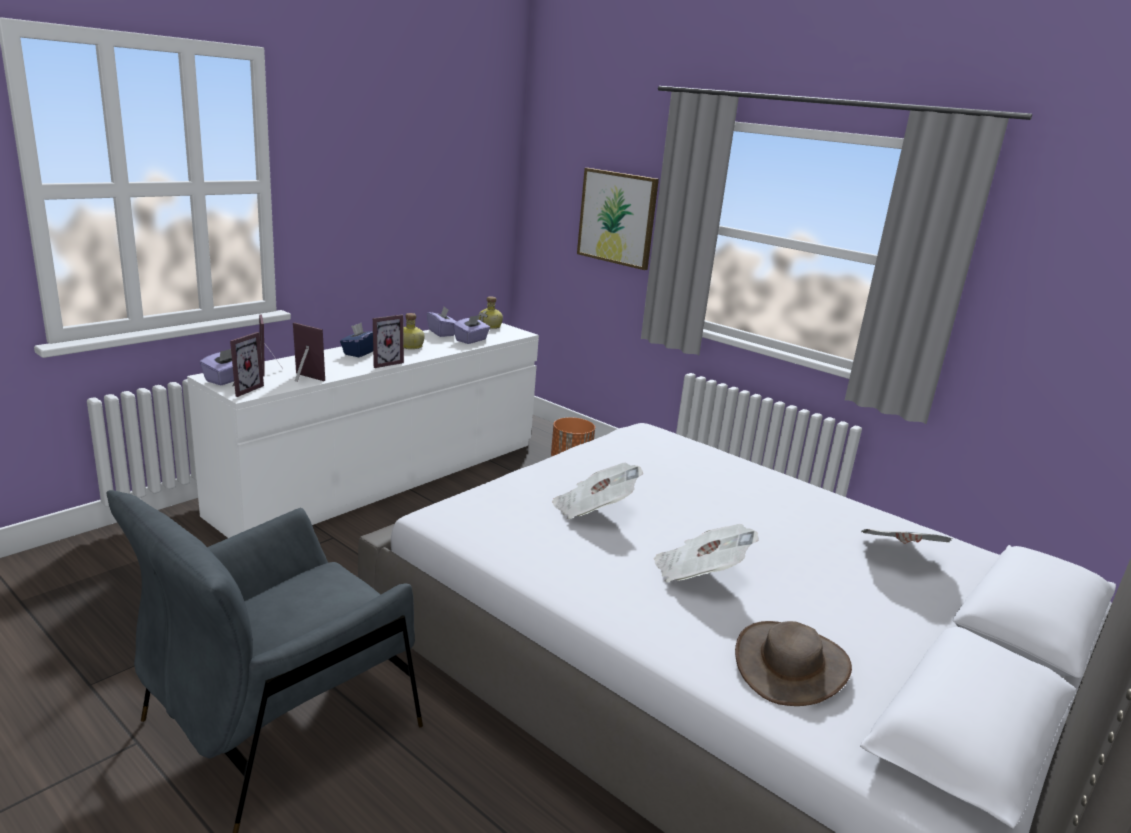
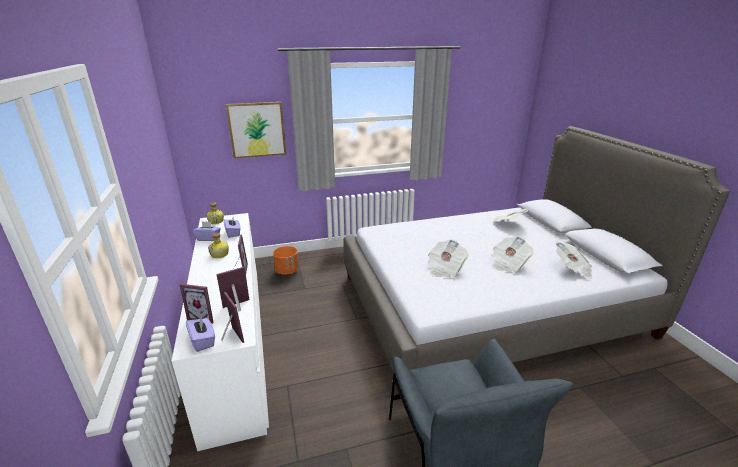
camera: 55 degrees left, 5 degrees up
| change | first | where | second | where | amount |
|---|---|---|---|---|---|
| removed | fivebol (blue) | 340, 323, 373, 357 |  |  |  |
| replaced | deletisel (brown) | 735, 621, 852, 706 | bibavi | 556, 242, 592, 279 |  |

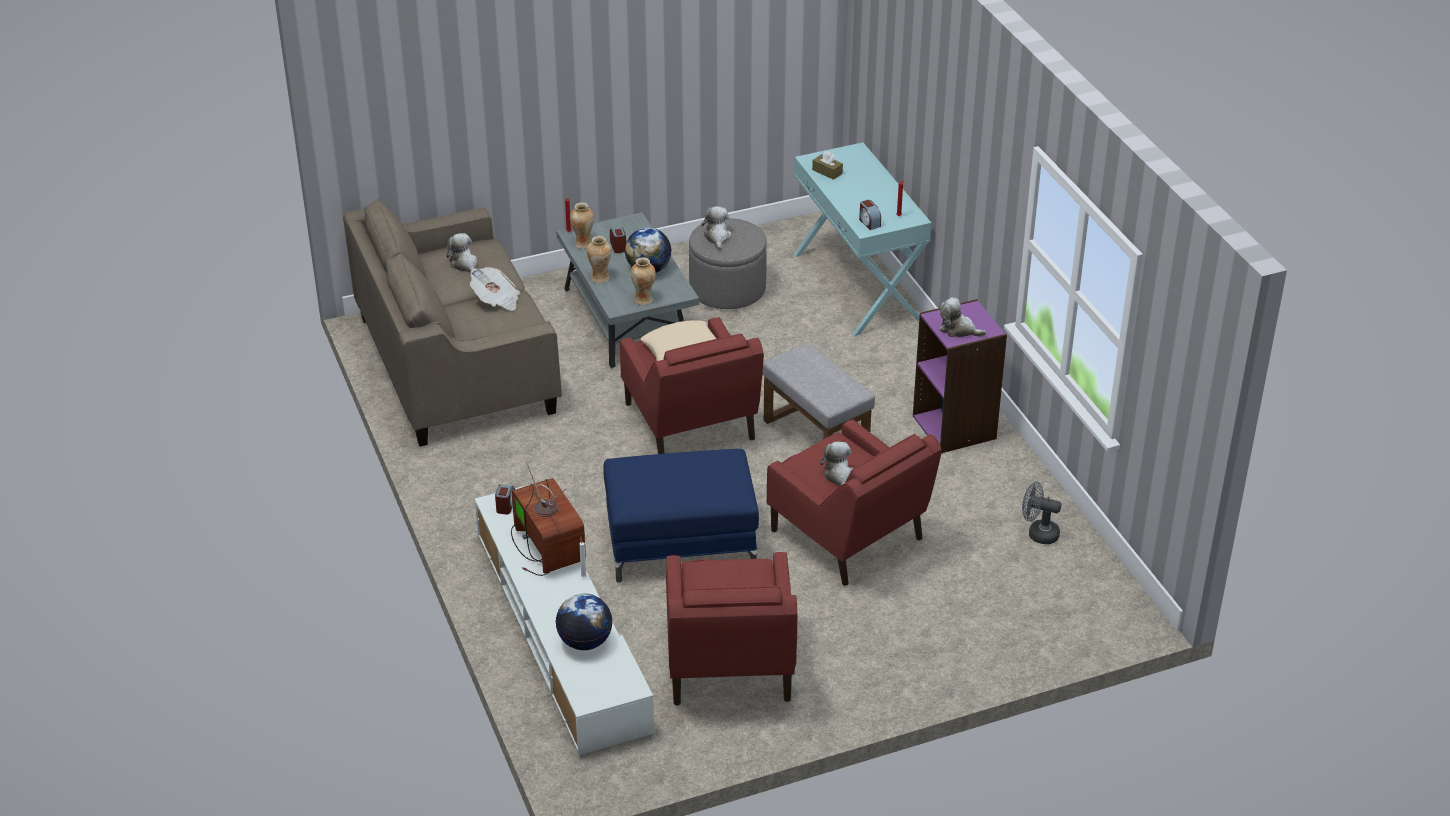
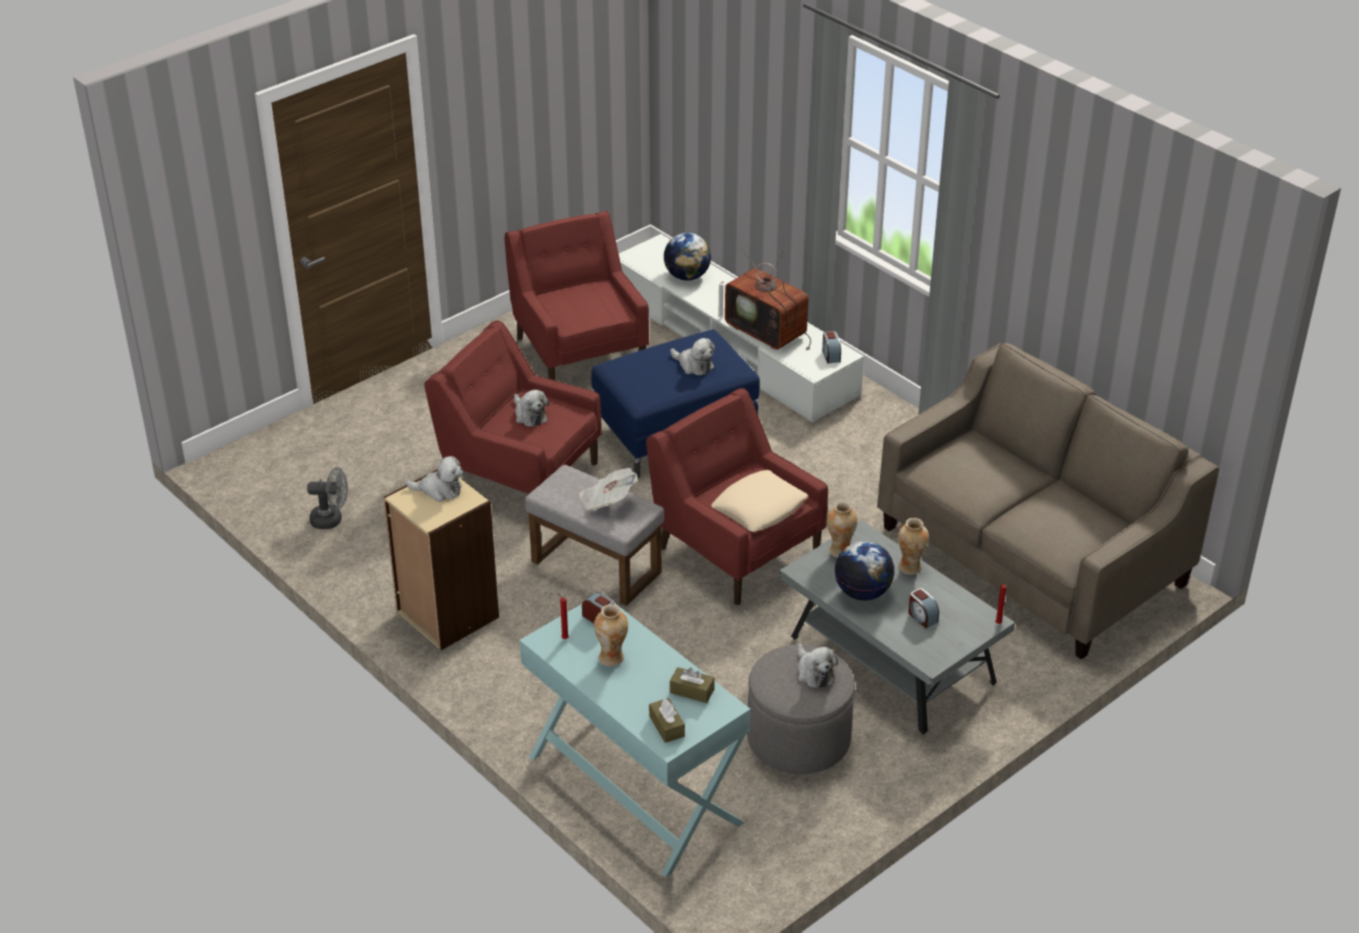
camera: 160 degrees right, 0 degrees up
| change | first | where | second | where | amount |
|---|---|---|---|---|---|
| moved | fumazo | 570, 202, 594, 249 |  | 594, 604, 628, 666 |  |
| moved | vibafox | 447, 233, 477, 273 |  | 670, 338, 715, 375 |  |
| moved | bibavi | 470, 267, 520, 311 |  | 579, 468, 637, 512 |  |
| recoloured | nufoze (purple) | 913, 299, 1007, 453 | nufoze (beige) | 383, 469, 499, 651 |  |
| added |  |  | fivebol (brown) | 649, 698, 685, 743 |  |

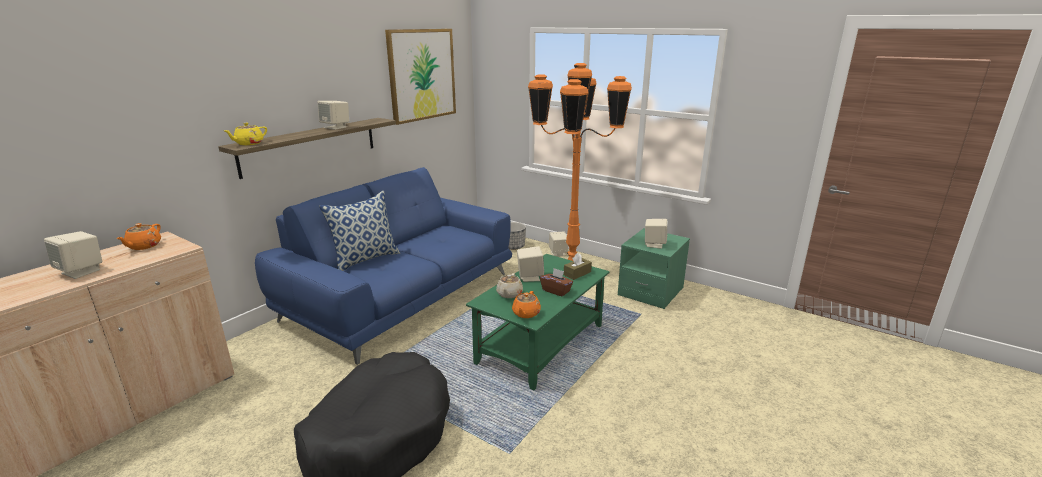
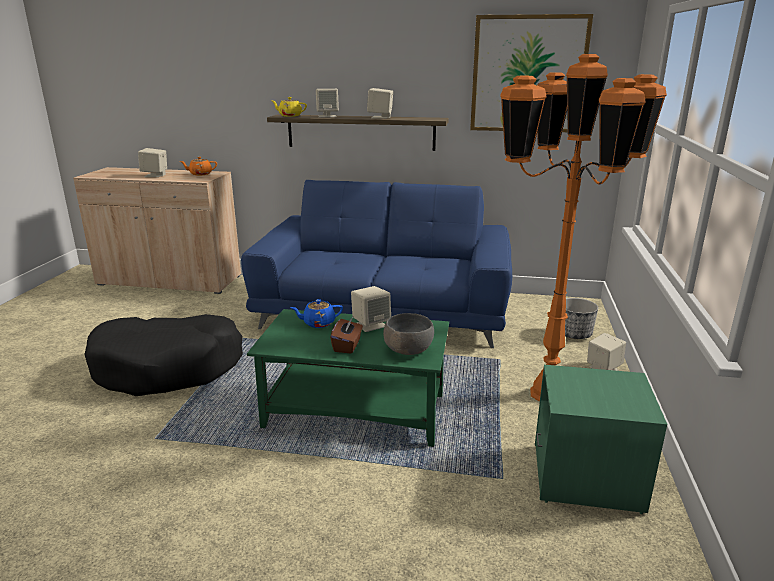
camera: 65 degrees right, 0 degrees up
| change | first | where | second | where | amount |
|---|---|---|---|---|---|
| removed | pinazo | 319, 191, 400, 271 |  |  |  |
| moved | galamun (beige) | 645, 219, 668, 249 |  | 316, 89, 339, 118 |  |
| replaced | fivebol (brown) | 564, 253, 592, 280 | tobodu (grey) | 383, 313, 434, 355 |  |
| recoloured | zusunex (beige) | 496, 273, 523, 298 | zusunex (blue) | 291, 299, 343, 328 |  |
| removed | zusunex (orange) | 512, 291, 541, 318 |  |  |  |

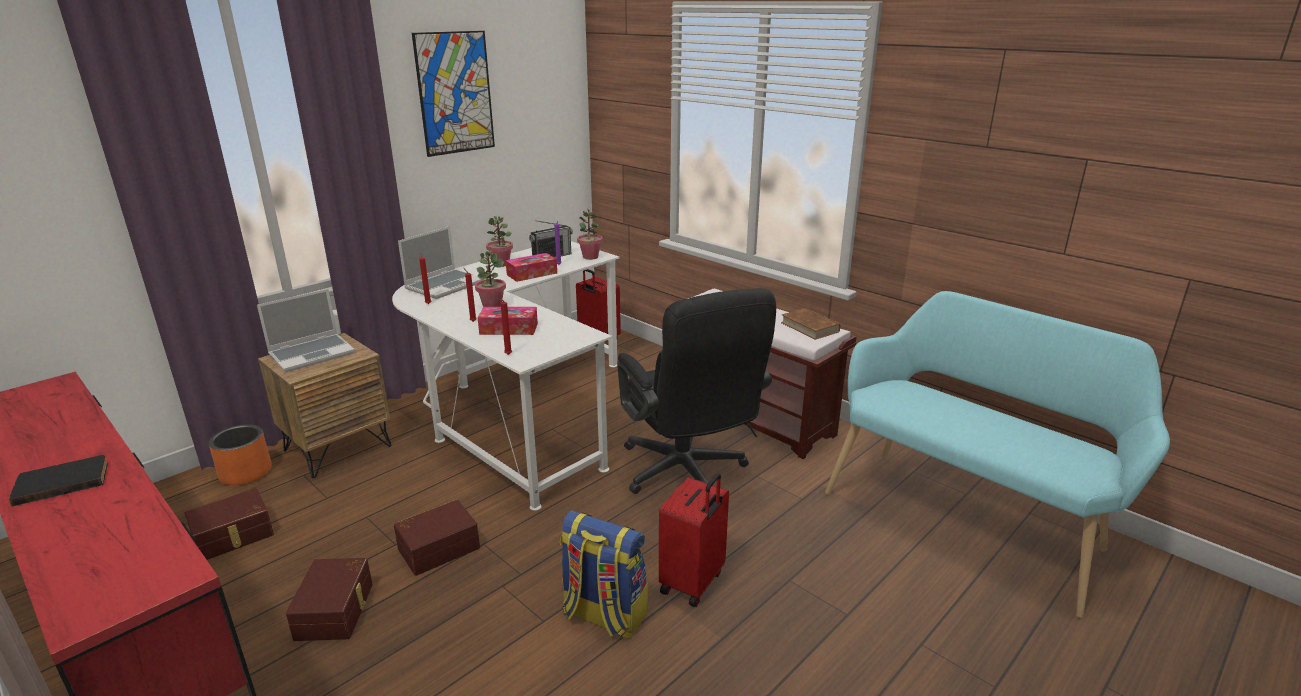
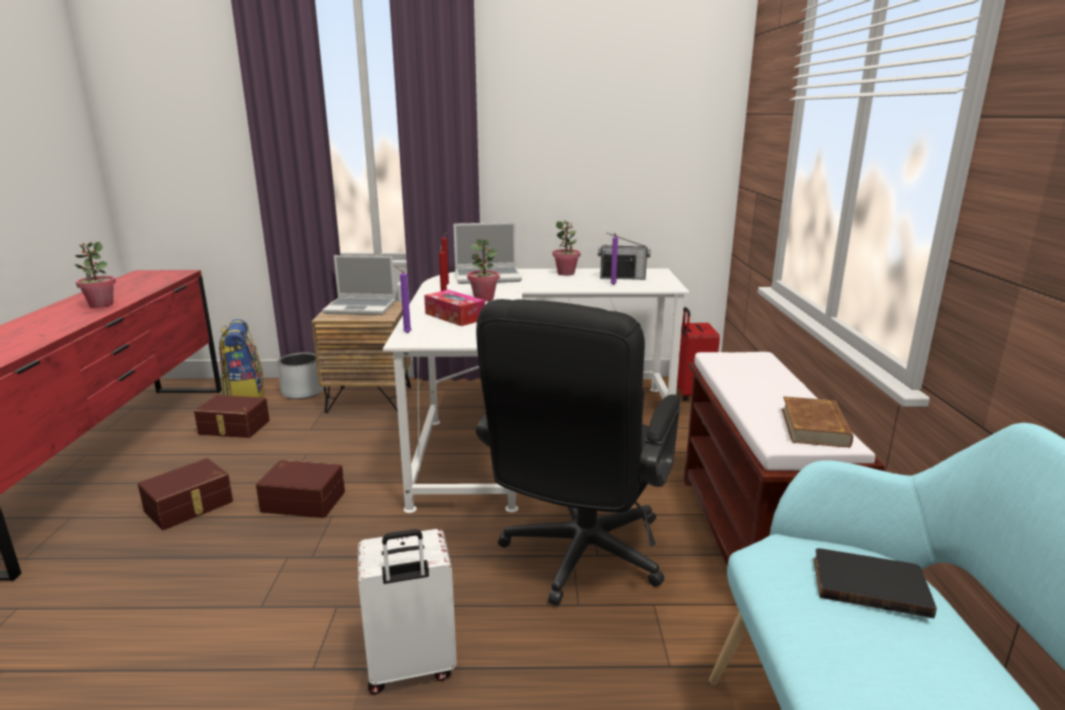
camera: 45 degrees right, 5 degrees down
| change | first | where | second | where | amount |
|---|---|---|---|---|---|
| removed | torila | 412, 31, 495, 157 |  |  |  |
| moved | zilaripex | 577, 208, 603, 260 |  | 74, 242, 116, 308 |  |
| removed | fivebol | 505, 253, 557, 282 |  |  |  |
| recoloured | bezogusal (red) | 497, 298, 512, 355 | bezogusal (purple) | 396, 267, 412, 333 |  |
| recoloured | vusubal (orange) | 208, 424, 272, 485 | vusubal (grey) | 277, 352, 324, 399 |  |
| moved | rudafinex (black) | 9, 455, 108, 506 |  | 814, 548, 937, 618 |  |
| recoloured | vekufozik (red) | 659, 473, 729, 607 | vekufozik (white) | 358, 529, 457, 695 |  |
| moved | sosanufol | 560, 511, 648, 639 |  | 219, 319, 264, 398 |  |

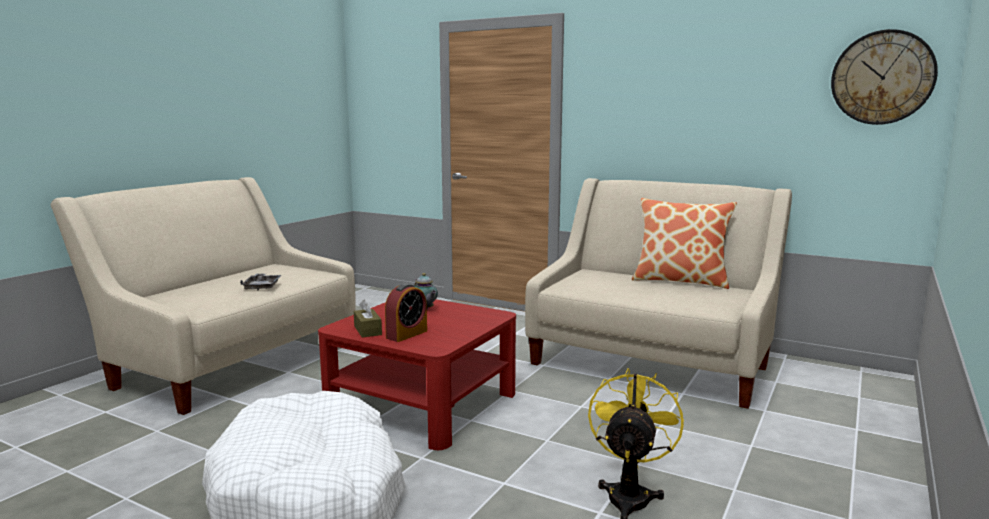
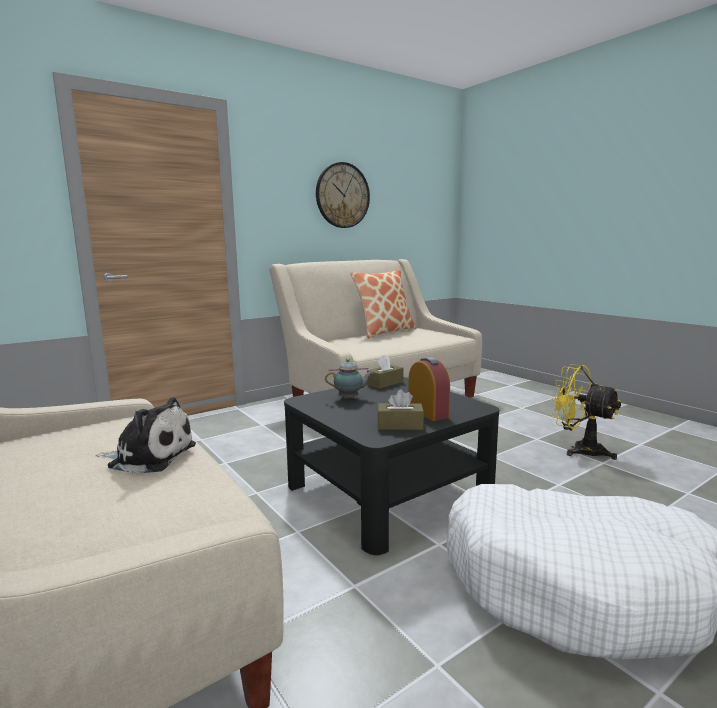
camera: 65 degrees left, 0 degrees up
| change | first | where | second | where | amount |
|---|---|---|---|---|---|
| moved | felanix | 831, 29, 938, 125 |  | 316, 162, 370, 228 |  |
| replaced | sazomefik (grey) | 240, 273, 281, 290 | vibafox | 95, 397, 196, 474 |  |
| recoloured | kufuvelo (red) | 318, 299, 516, 450 | kufuvelo (black) | 284, 377, 499, 555 |  |
| added |  |  | fivebol (brown) | 367, 355, 404, 389 |  |

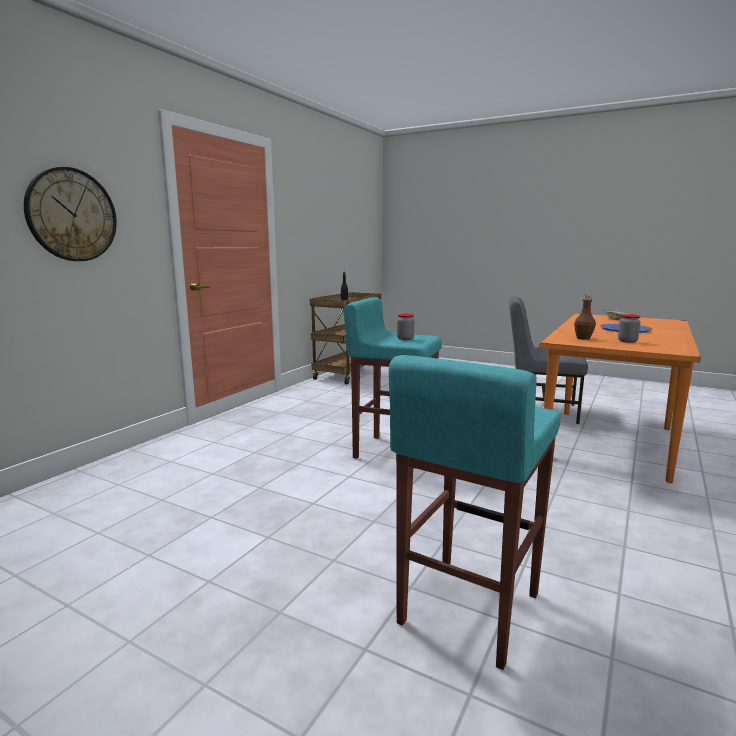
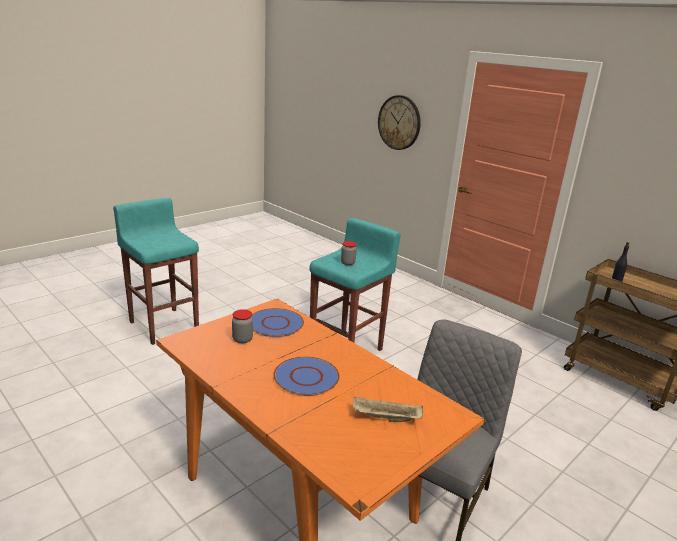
camera: 105 degrees right, 10 degrees up
| change | first | where | second | where | amount |
|---|---|---|---|---|---|
| replaced | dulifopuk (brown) | 574, 295, 596, 340 | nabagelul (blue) | 252, 308, 304, 337 |  |

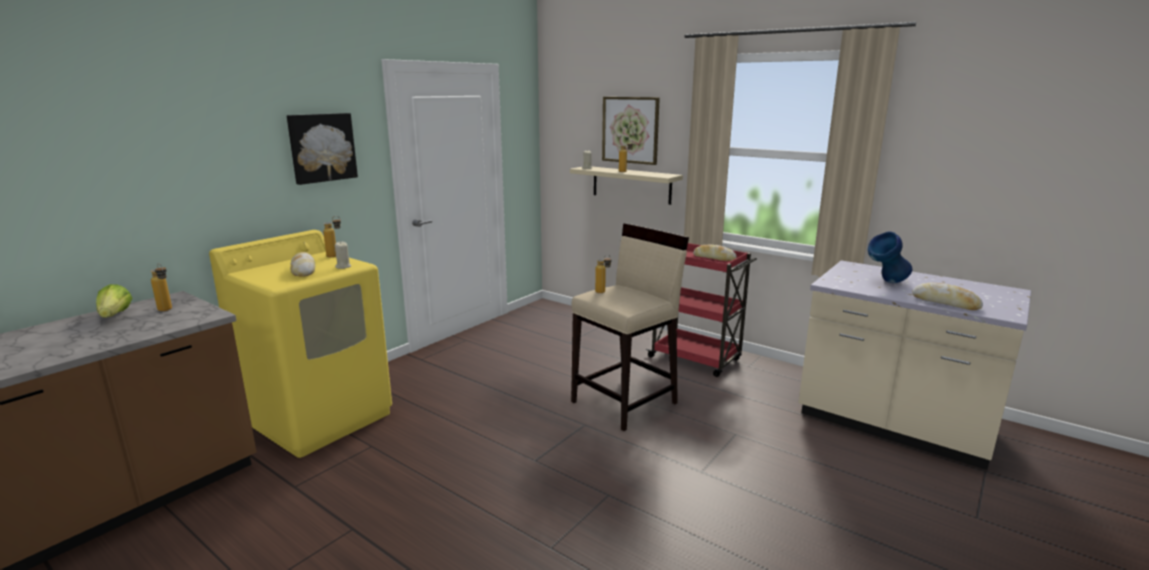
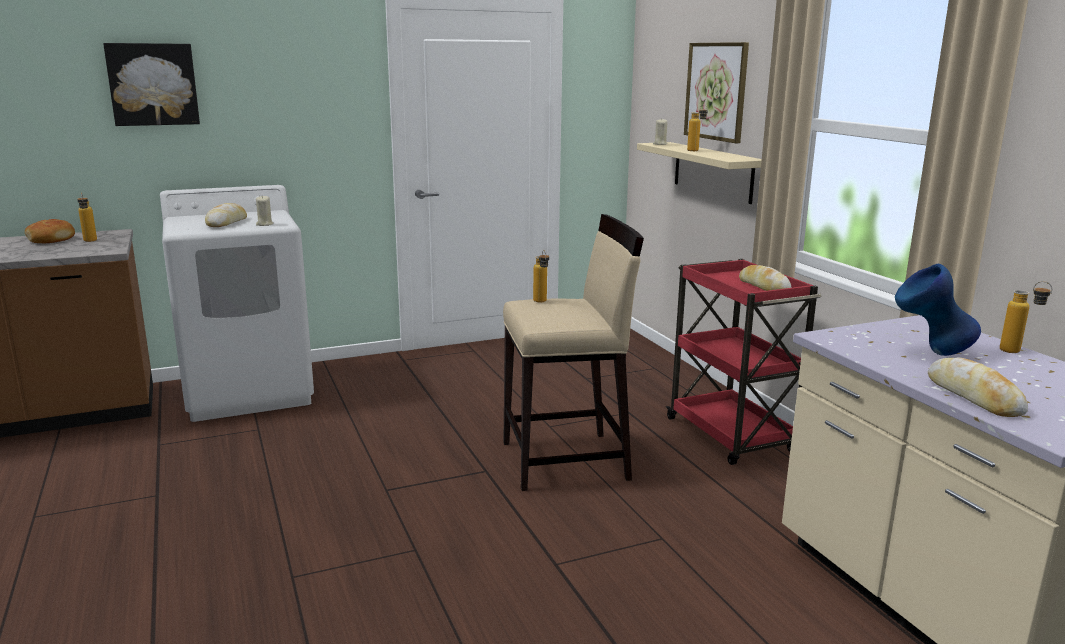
camera: 30 degrees right, 0 degrees up
| change | first | where | second | where | amount |
|---|---|---|---|---|---|
| moved | torila | 287, 113, 358, 185 |  | 103, 43, 200, 126 |  |
| moved | dulifopuk | 323, 216, 341, 257 |  | 1000, 281, 1052, 353 |  |
| recoloured | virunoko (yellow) | 209, 230, 392, 458 | virunoko (white) | 160, 185, 314, 422 |  |
| replaced | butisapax | 96, 284, 132, 318 | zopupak | 25, 219, 75, 243 |  |

